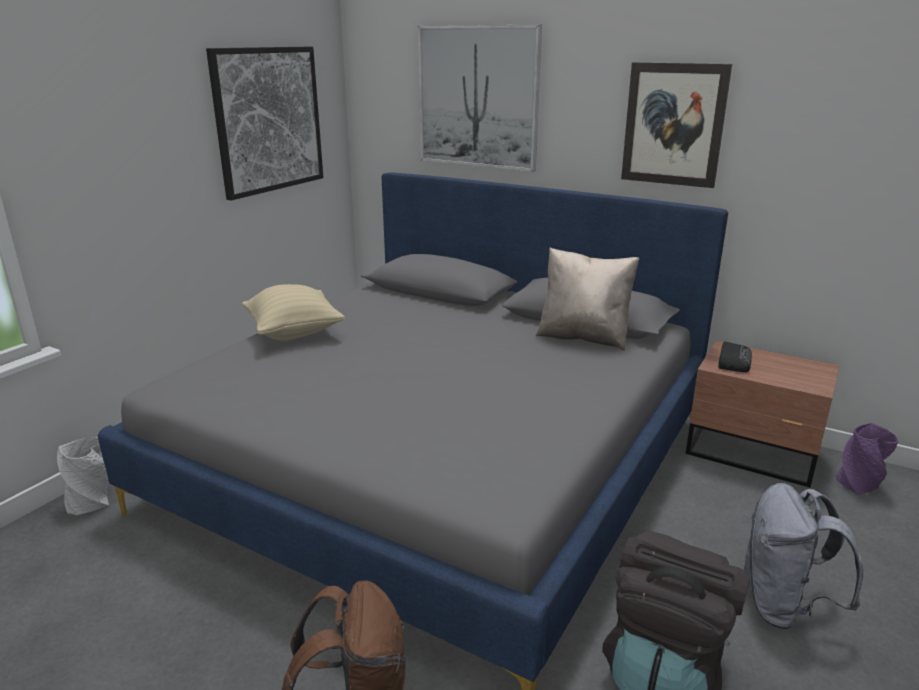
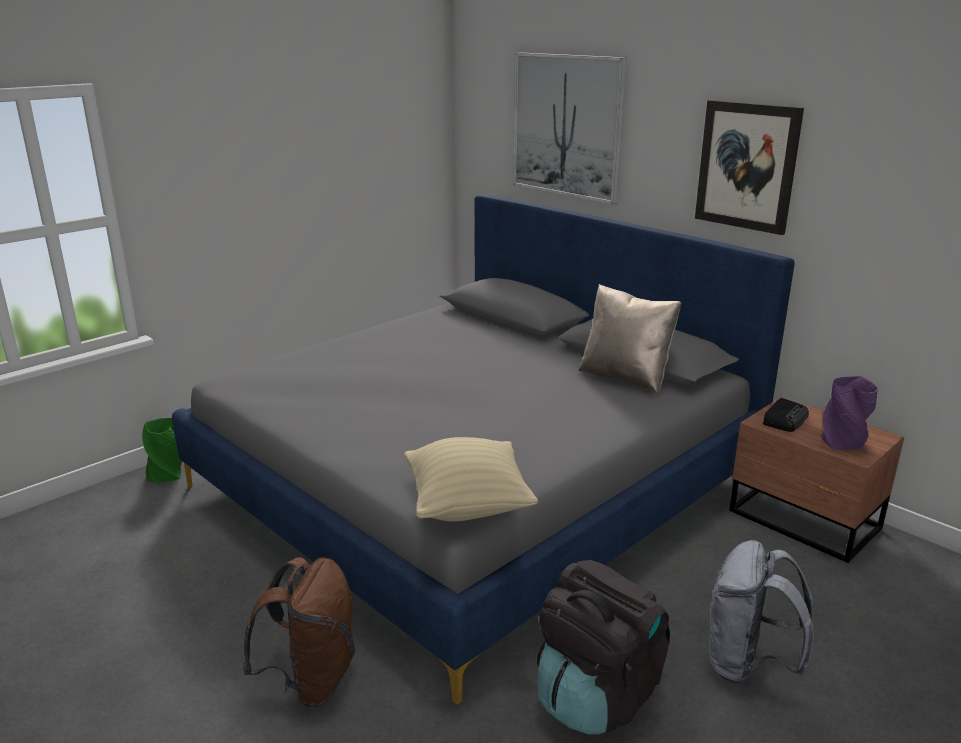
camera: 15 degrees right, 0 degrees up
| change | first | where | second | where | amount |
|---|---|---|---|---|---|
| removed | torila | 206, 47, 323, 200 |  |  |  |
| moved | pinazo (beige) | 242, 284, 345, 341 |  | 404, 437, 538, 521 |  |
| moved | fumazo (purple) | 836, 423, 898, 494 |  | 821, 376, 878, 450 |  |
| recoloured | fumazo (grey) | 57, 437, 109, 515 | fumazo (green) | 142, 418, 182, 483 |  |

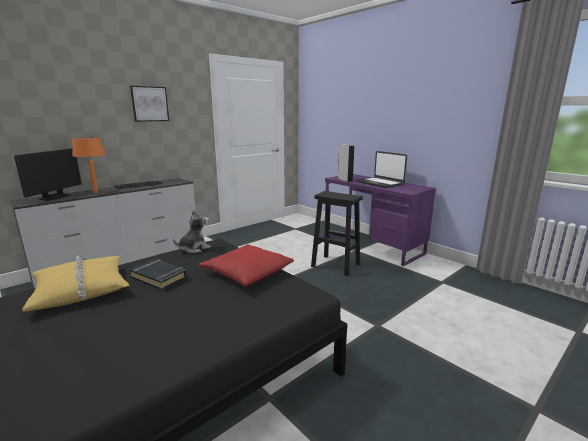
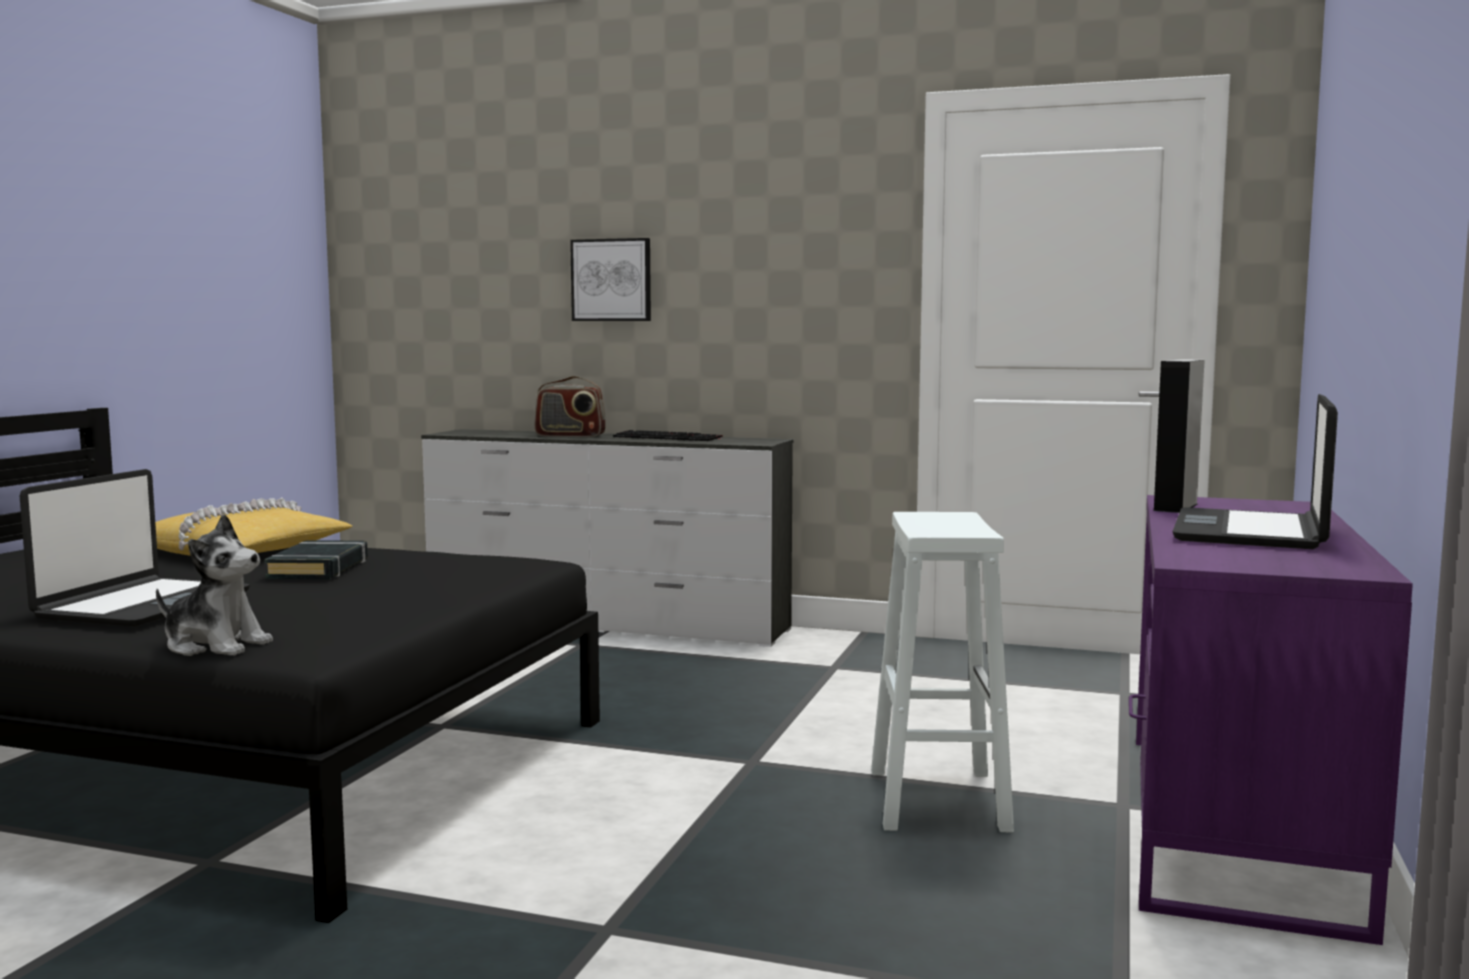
camera: 60 degrees right, 10 degrees down
| change | first | where | second | where | amount |
|---|---|---|---|---|---|
| moved | torila | 130, 86, 169, 122 |  | 570, 238, 651, 321 |  |
| replaced | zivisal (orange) | 72, 137, 106, 193 | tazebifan | 534, 376, 606, 437 |  |
| removed | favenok | 14, 148, 82, 200 |  |  |  |
| recoloured | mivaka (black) | 311, 191, 363, 276 | mivaka (white) | 871, 512, 1014, 832 |  |
| moved | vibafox | 173, 210, 211, 253 |  | 156, 514, 273, 656 |  |
| removed | pinazo (red) | 199, 244, 294, 286 |  |  |  |
| added |  |  | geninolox | 20, 469, 250, 627 |  |

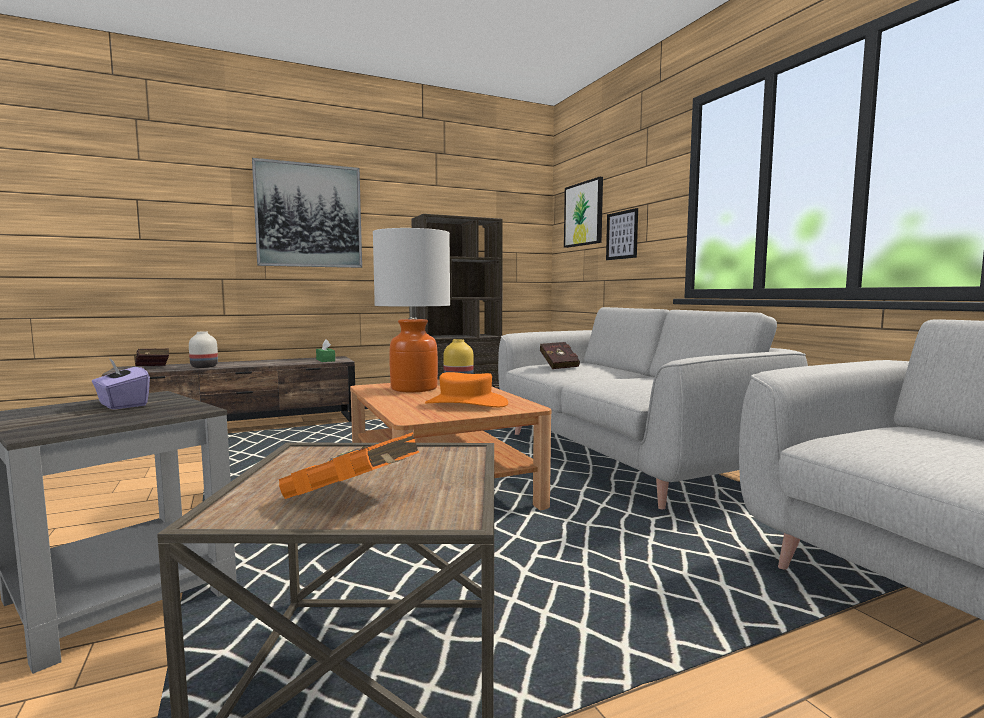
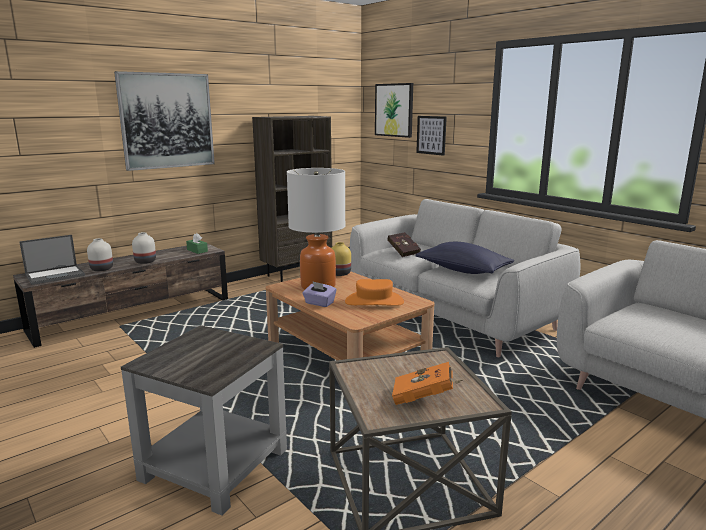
camera: 15 degrees left, 10 degrees up
| change | first | where | second | where | amount |
|---|---|---|---|---|---|
| replaced | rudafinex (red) | 135, 348, 169, 366 | geninolox | 19, 235, 85, 285 |  |
| moved | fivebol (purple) | 92, 358, 150, 410 |  | 302, 281, 337, 307 |  |
| added |  |  | fumazo (white) | 132, 232, 156, 264 |  |
| added |  |  | pinazo (blue) | 415, 242, 514, 274 |  |

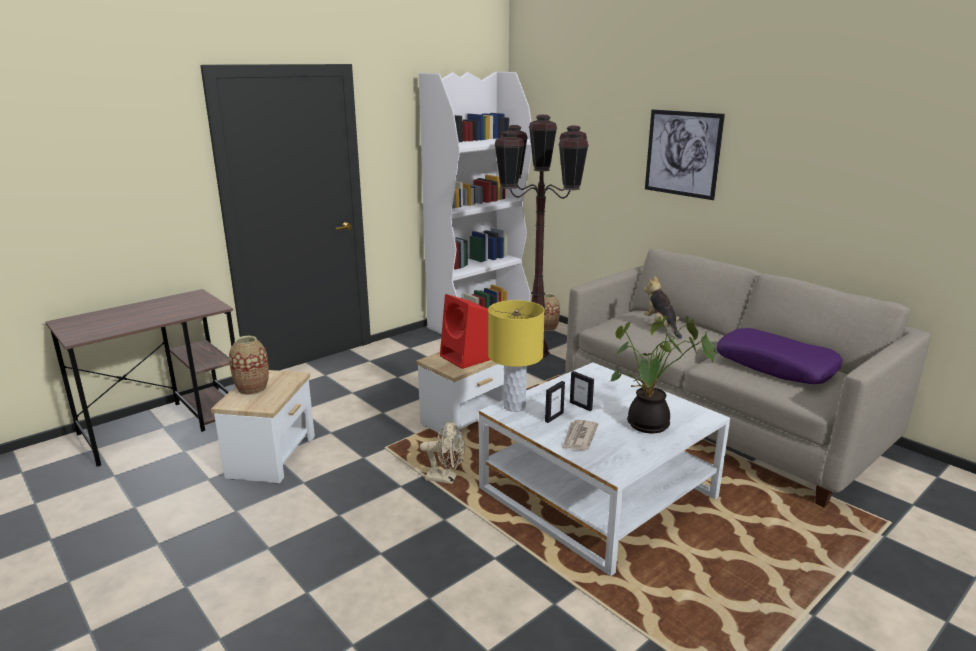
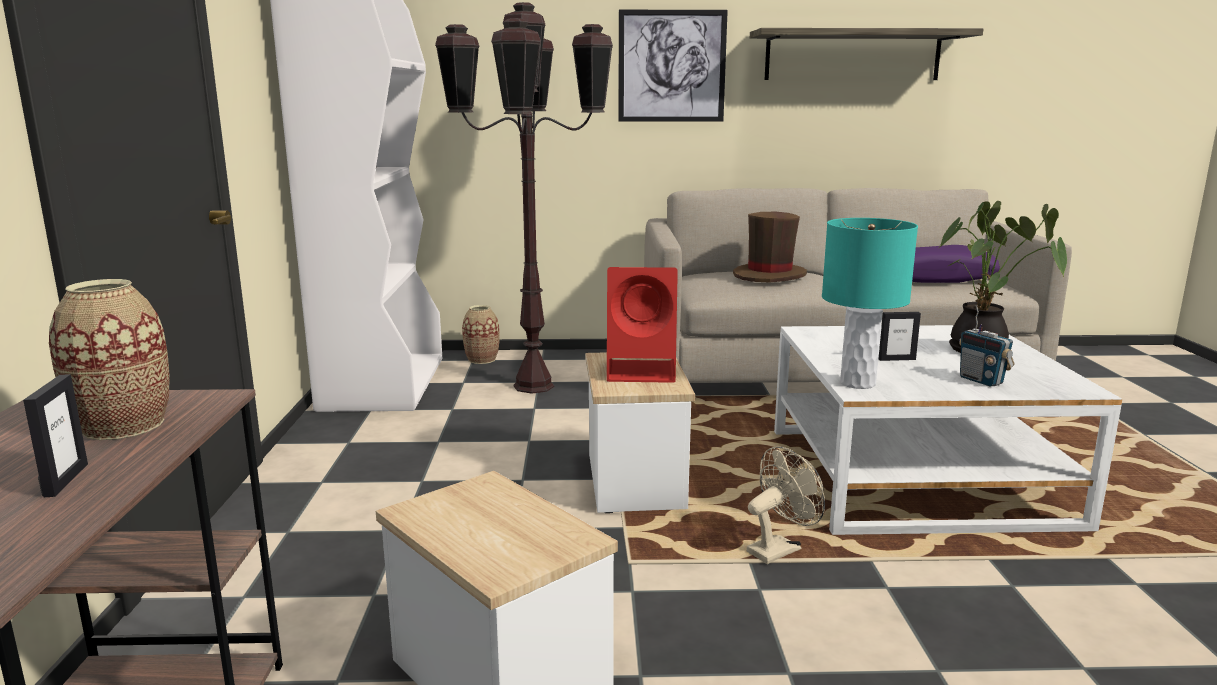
camera: 50 degrees left, 5 degrees down
| change | first | where | second | where | amount |
|---|---|---|---|---|---|
| replaced | vibafox | 644, 276, 682, 339 | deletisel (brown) | 733, 212, 807, 282 |  |
| recoloured | zivisal (yellow) | 488, 300, 545, 412 | zivisal (turquoise) | 822, 218, 918, 389 |  |
| moved | fumazo | 229, 336, 269, 395 |  | 49, 279, 170, 440 |  |
| moved | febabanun | 545, 381, 565, 423 |  | 23, 374, 88, 497 |  |
| replaced | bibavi | 562, 420, 598, 450 | tazebifan | 959, 305, 1015, 387 |  |
| added |  |  | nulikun | 750, 28, 983, 80 |  |

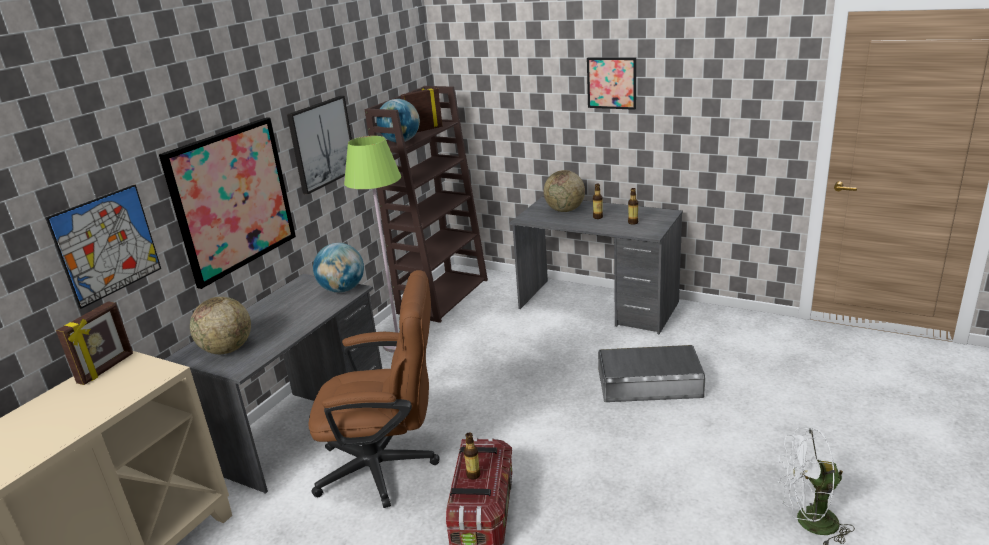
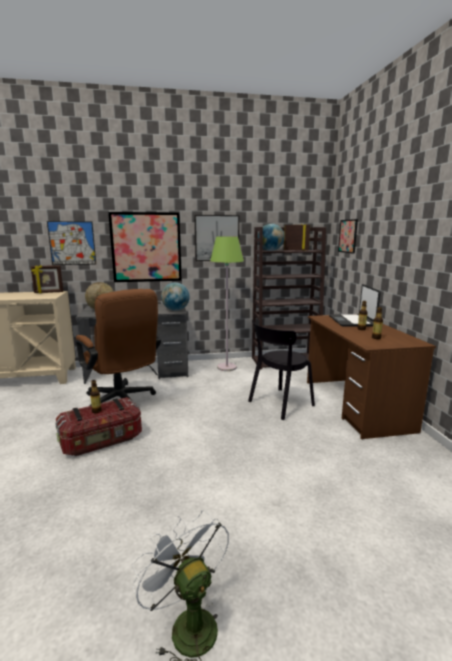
camera: 50 degrees right, 10 degrees down
| change | first | where | second | where | amount |
|---|---|---|---|---|---|
| moved | torila | 587, 57, 636, 110 |  | 338, 219, 358, 254 |  |
| replaced | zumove | 543, 170, 585, 212 | geninolox | 329, 284, 381, 326 |  |
| recoloured | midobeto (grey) | 510, 196, 683, 334 | midobeto (brown) | 307, 315, 436, 440 |  |
| removed | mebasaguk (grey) | 598, 345, 705, 402 |  |  |  |
| added |  |  | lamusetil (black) | 248, 320, 315, 420 |  |

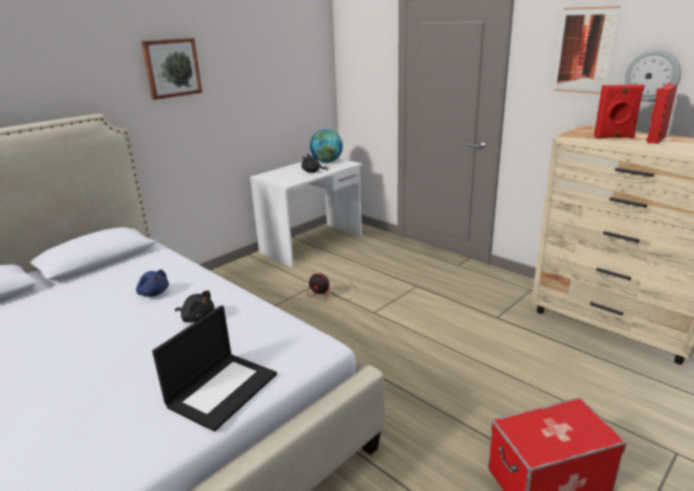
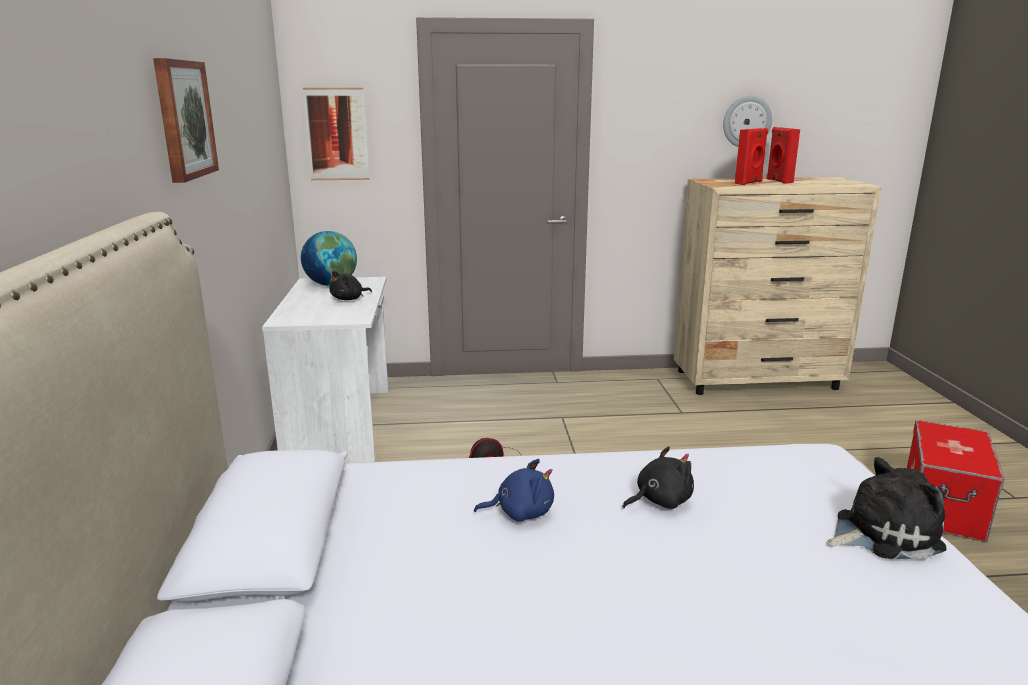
camera: 50 degrees left, 5 degrees down
| change | first | where | second | where | amount |
|---|---|---|---|---|---|
| moved | torila | 554, 6, 620, 94 |  | 303, 88, 369, 180 |  |
| replaced | geninolox | 152, 305, 277, 432 | vibafox | 826, 457, 946, 560 |  |

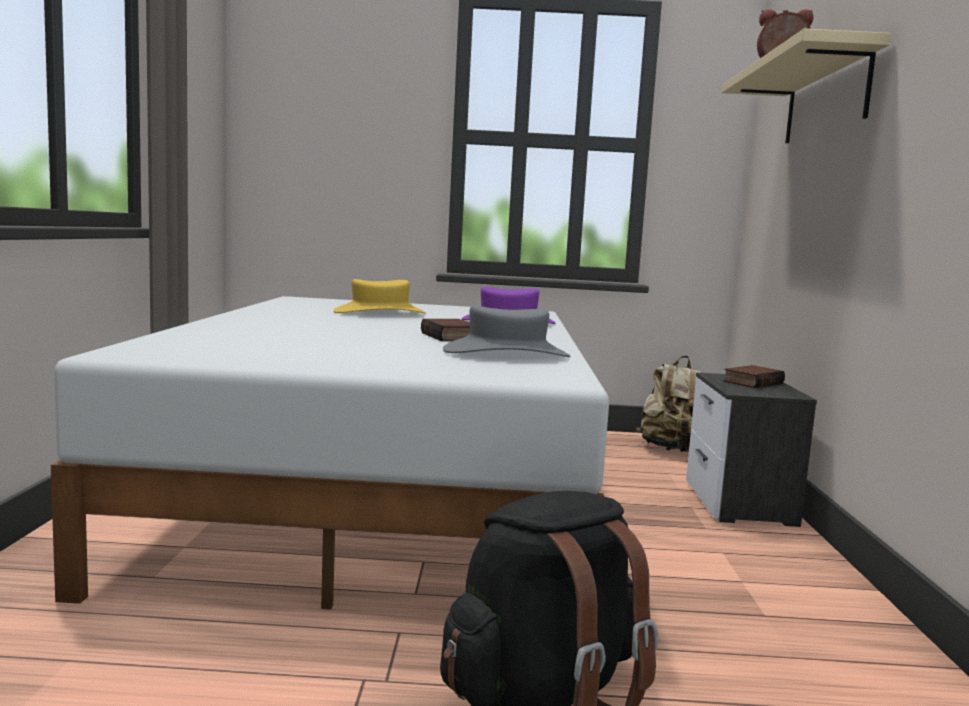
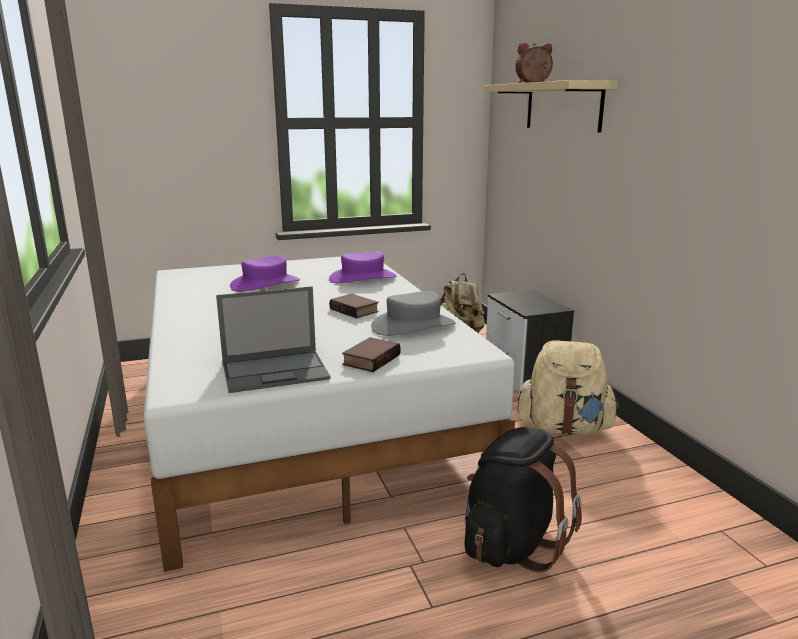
camera: 20 degrees left, 10 degrees up
| change | first | where | second | where | amount |
|---|---|---|---|---|---|
| recoloured | deletisel (yellow) | 333, 279, 426, 314 | deletisel (purple) | 230, 255, 300, 292 |  |
| moved | rudafinex | 723, 365, 785, 388 |  | 342, 337, 401, 372 |  |
| added |  |  | geninolox | 216, 286, 331, 393 |  |
| added |  |  | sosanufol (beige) | 517, 341, 620, 435 |  |

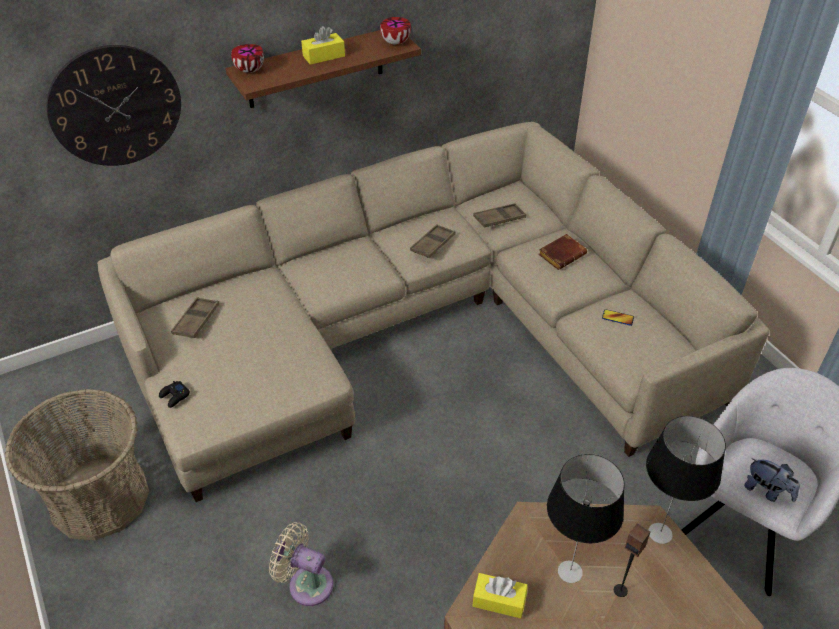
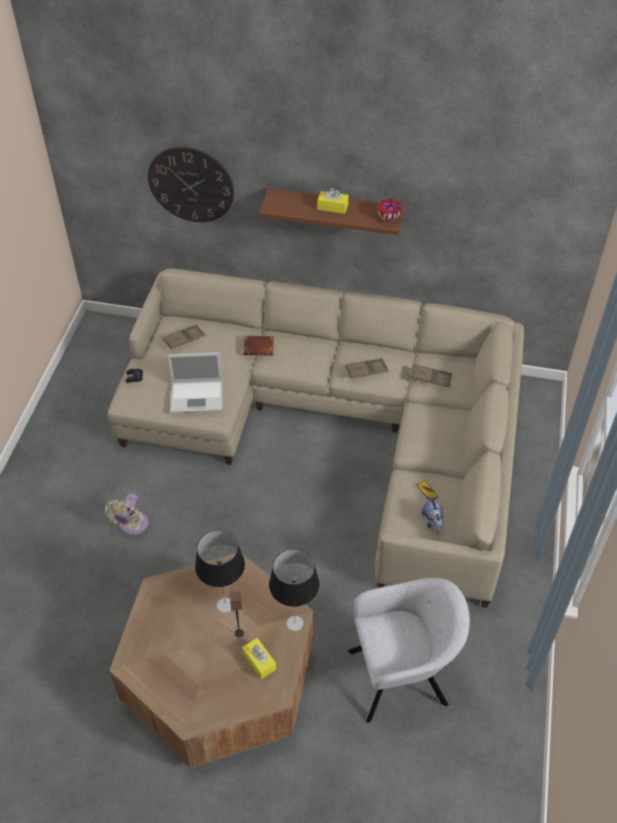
camera: 40 degrees right, 5 degrees up
| change | first | where | second | where | amount |
|---|---|---|---|---|---|
| removed | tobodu | 231, 44, 264, 73 |  |  |  |
| moved | rudafinex (brown) | 538, 234, 587, 270 |  | 243, 335, 274, 356 |  |
| removed | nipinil | 5, 389, 149, 540 |  |  |  |
| moved | vibafox | 744, 458, 800, 502 |  | 421, 495, 444, 534 |  |
| turned | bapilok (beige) | 269, 522, 333, 606 |  | 105, 493, 149, 536 | 135 degrees counterclockwise |
| moved | fivebol (yellow) | 473, 573, 528, 618 |  | 242, 638, 276, 679 |  |
| added |  |  | geninolox | 167, 352, 223, 413 |  |

